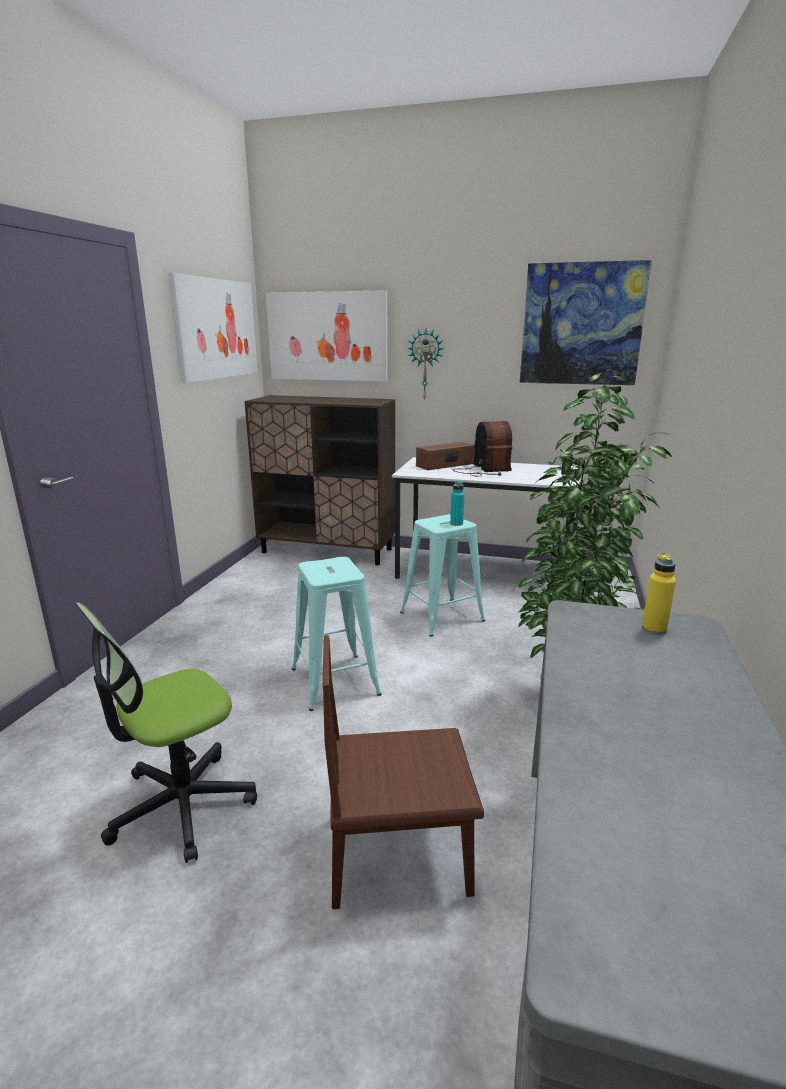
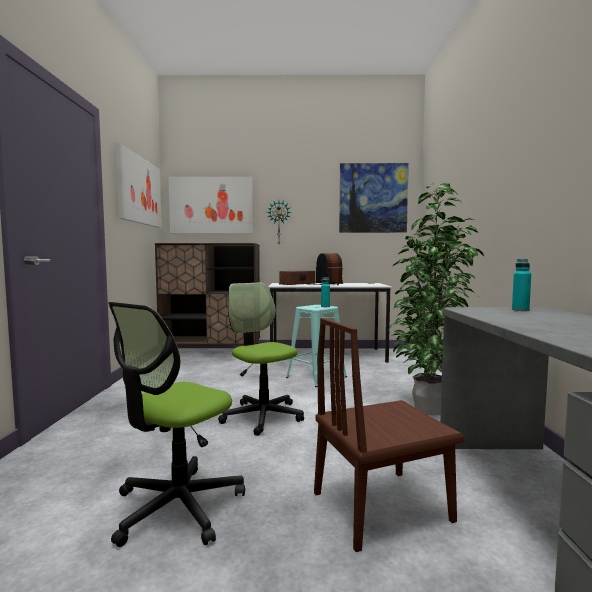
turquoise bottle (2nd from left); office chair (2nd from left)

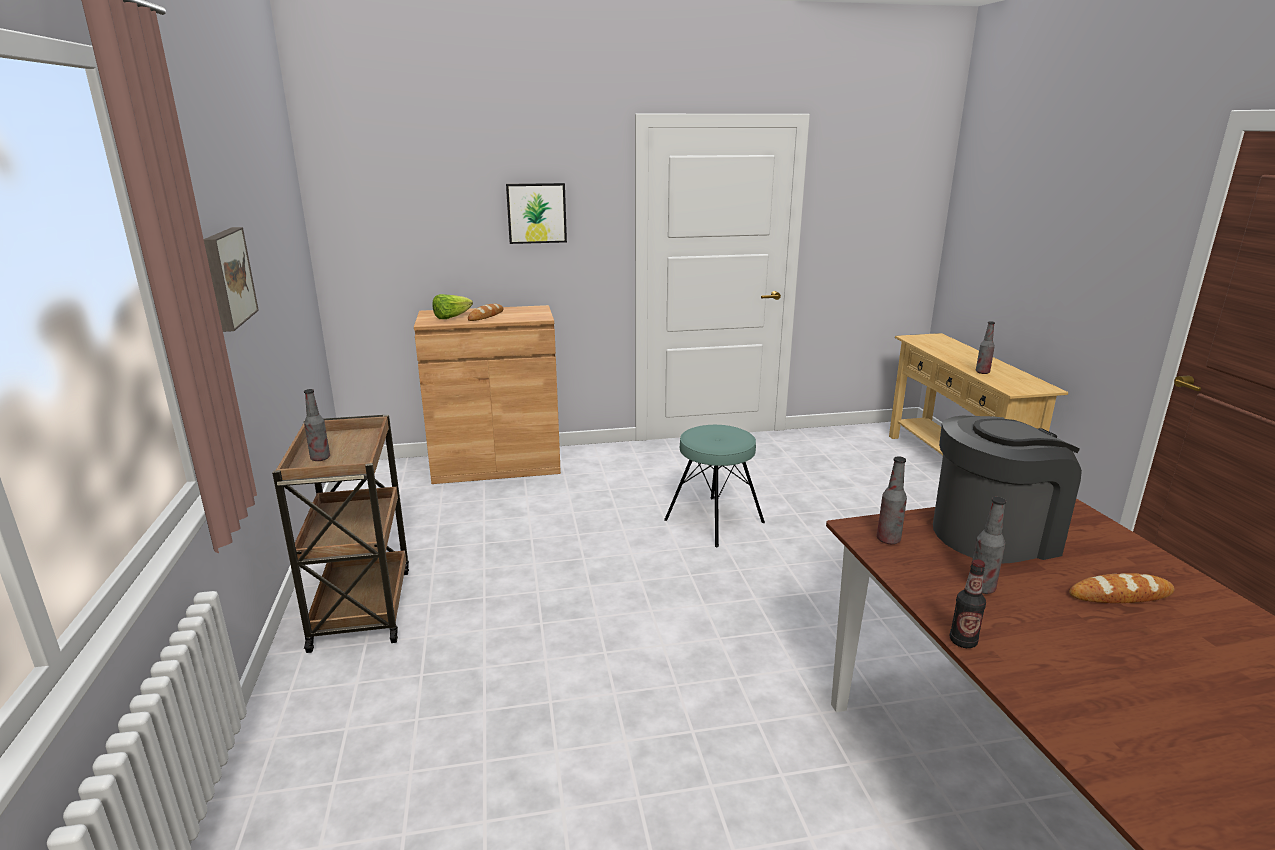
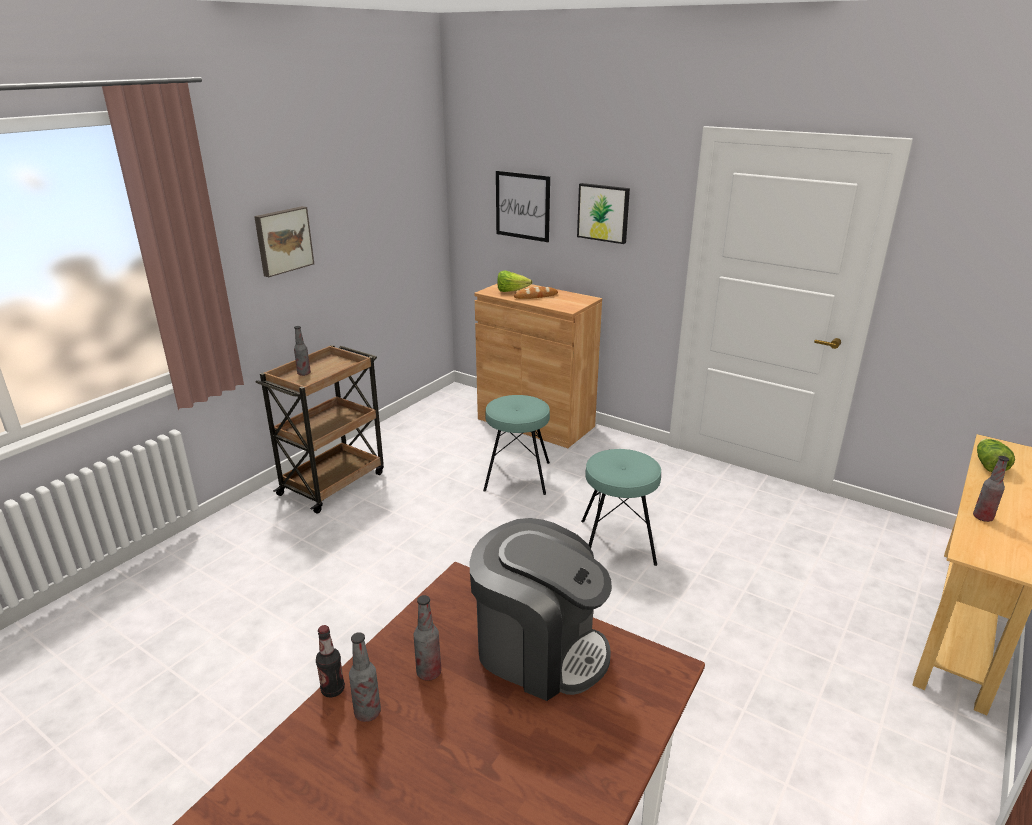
bottle (3rd from left); bread (2nd from left in the first image); picture (2nd from left); turquoise stool (1st from left); lettuce (2nd from left)

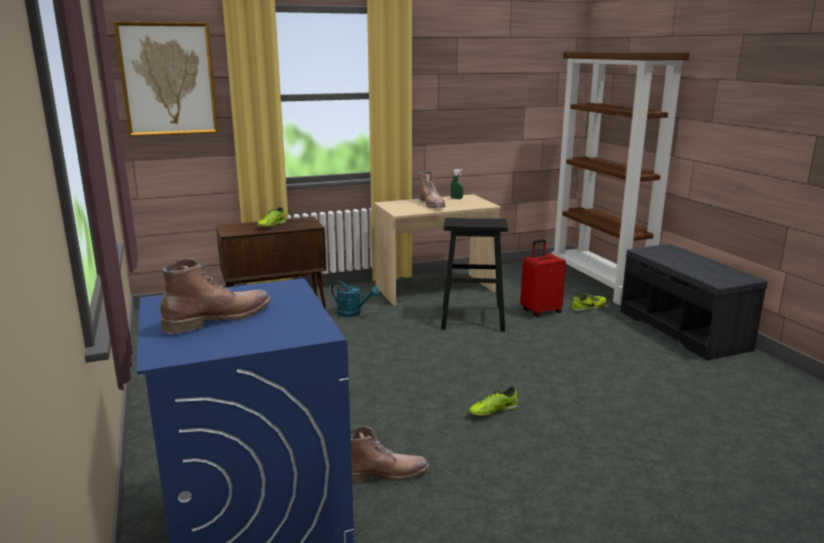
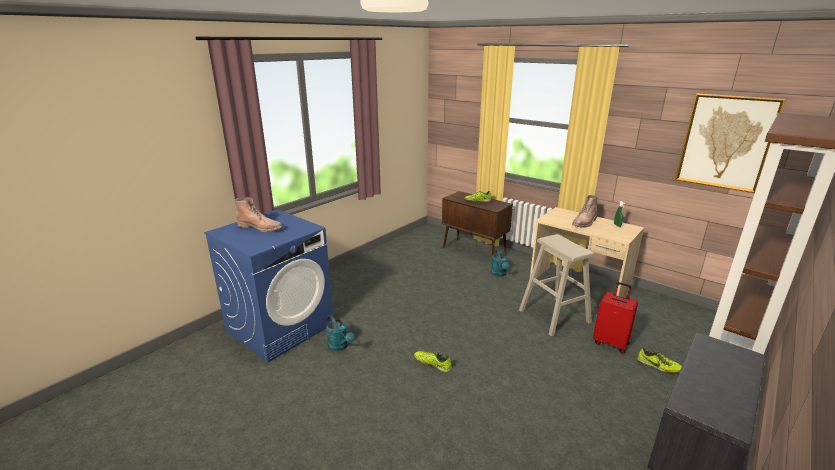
picture; beige stool; turquoise watering can (1st from left)

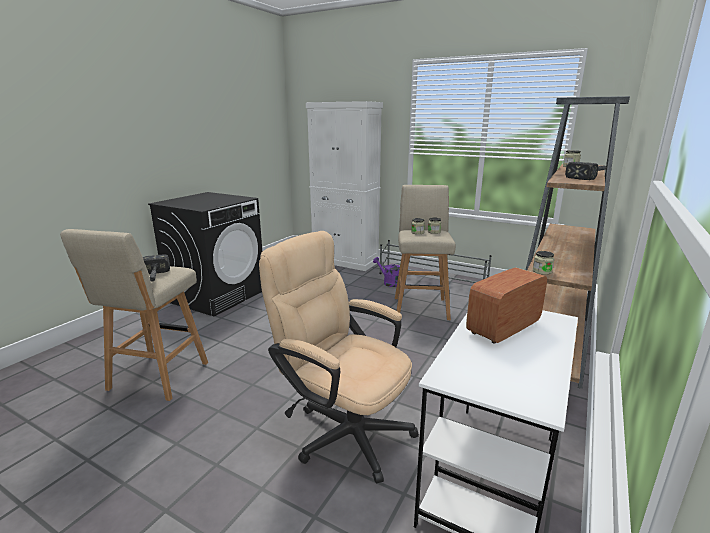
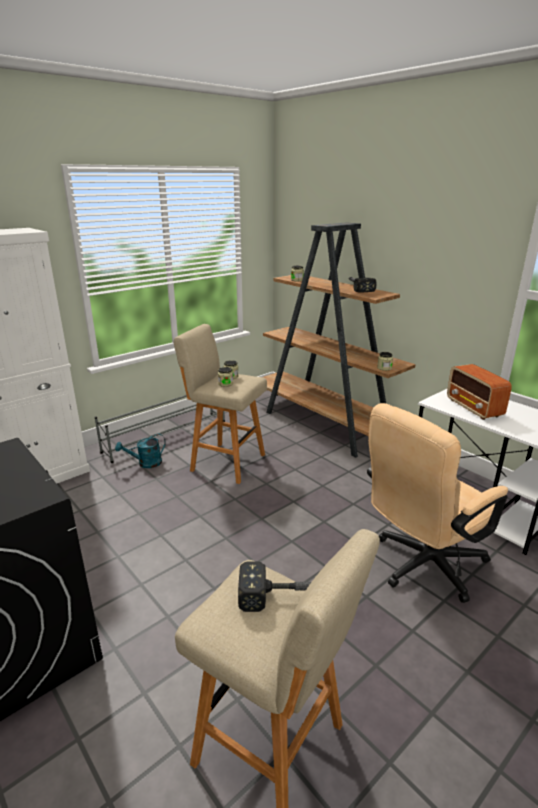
turquoise watering can

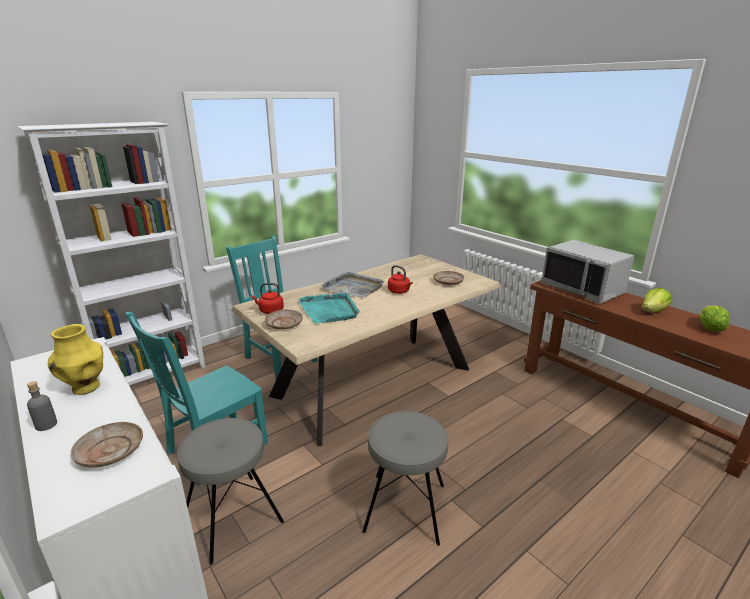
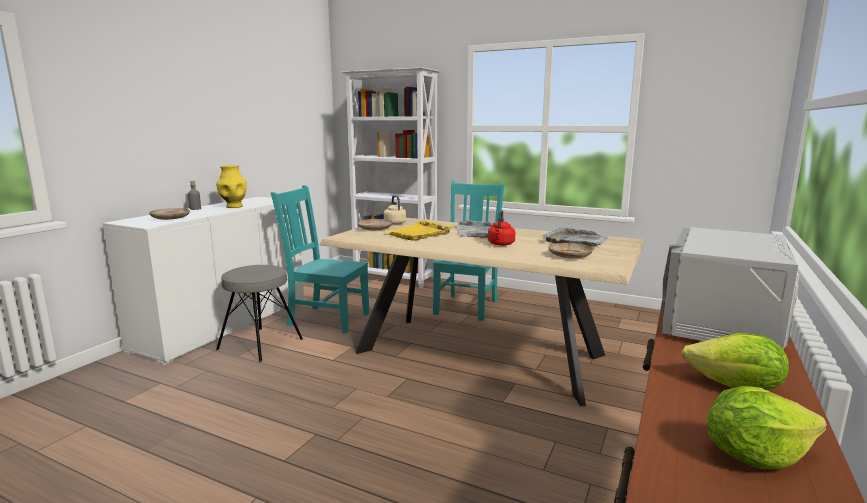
beige kettle; yellow tray; grey stool (2nd from left in the first image); grey tray (2nd from left)

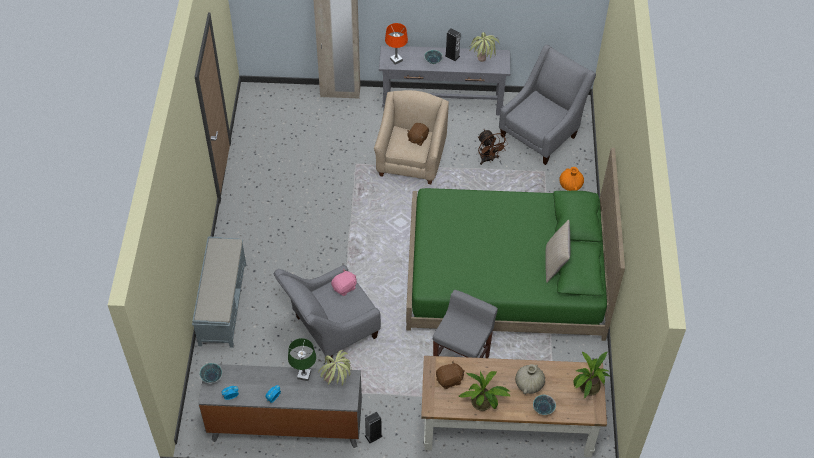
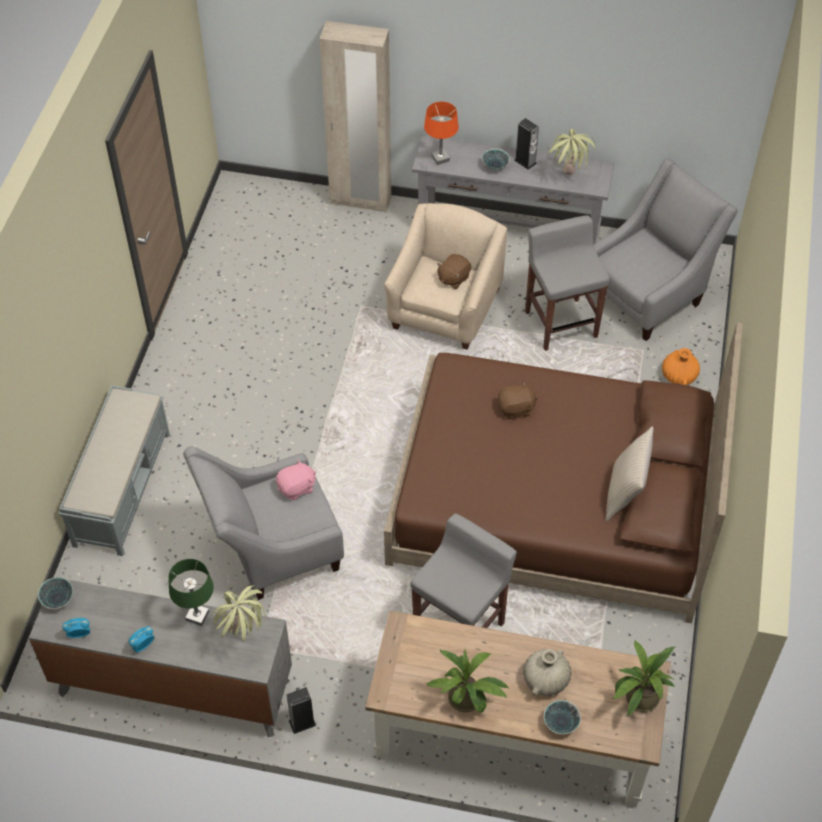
grey stool (2nd from left); brown bed; brown plush toy (2nd from left)

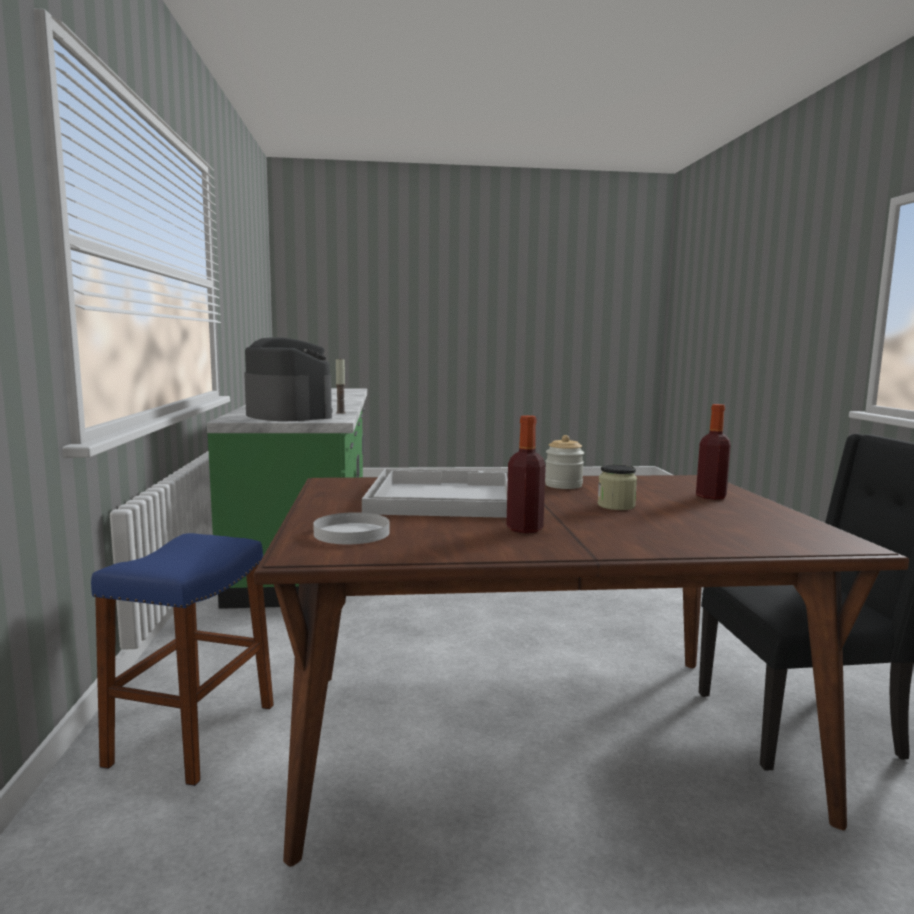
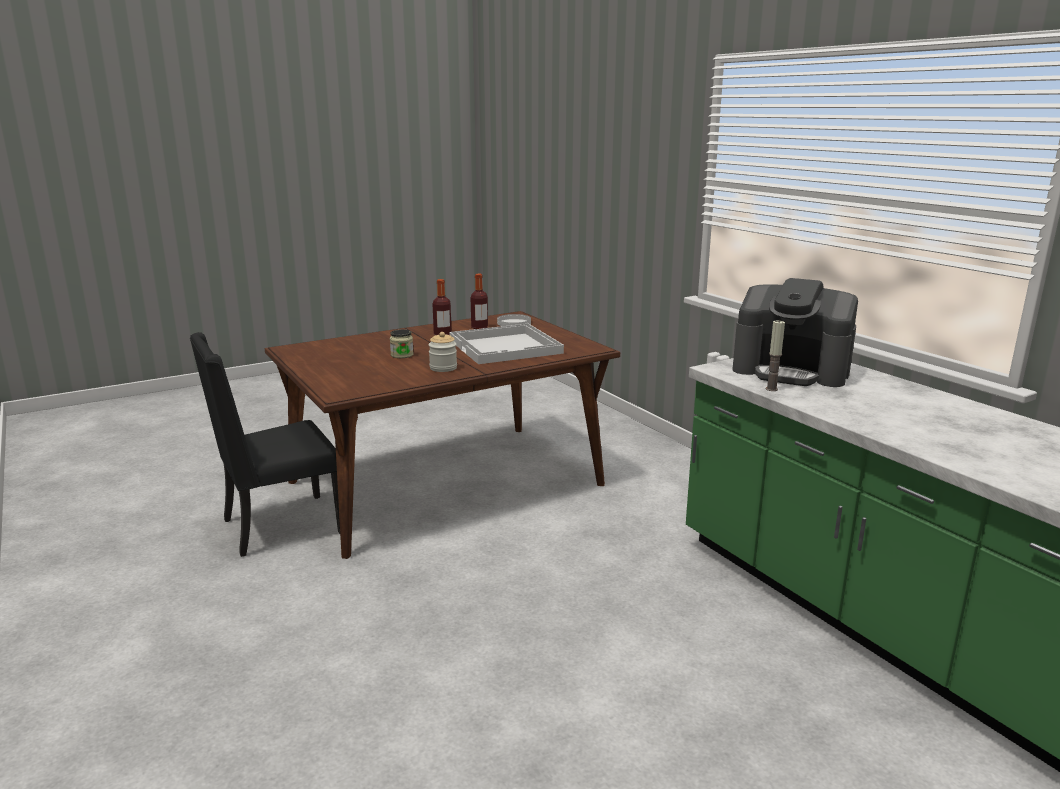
bottle (2nd from left); blue stool

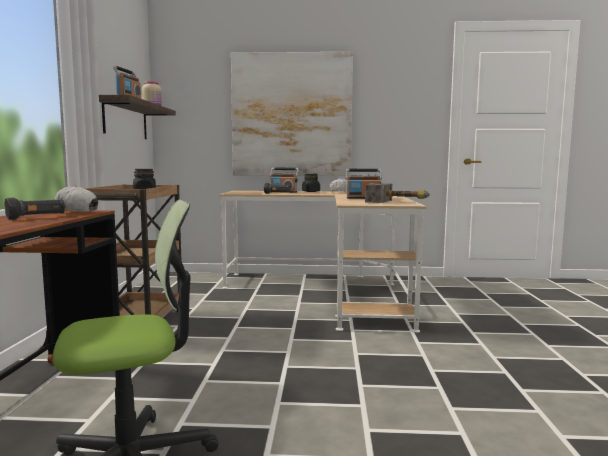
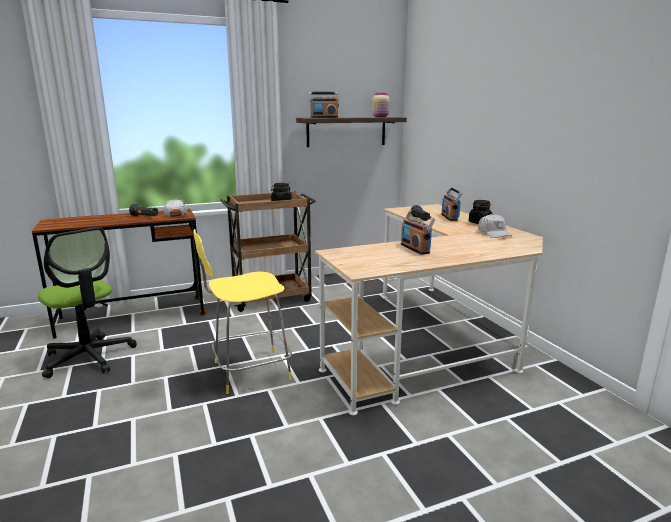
picture; hammer; yellow stool

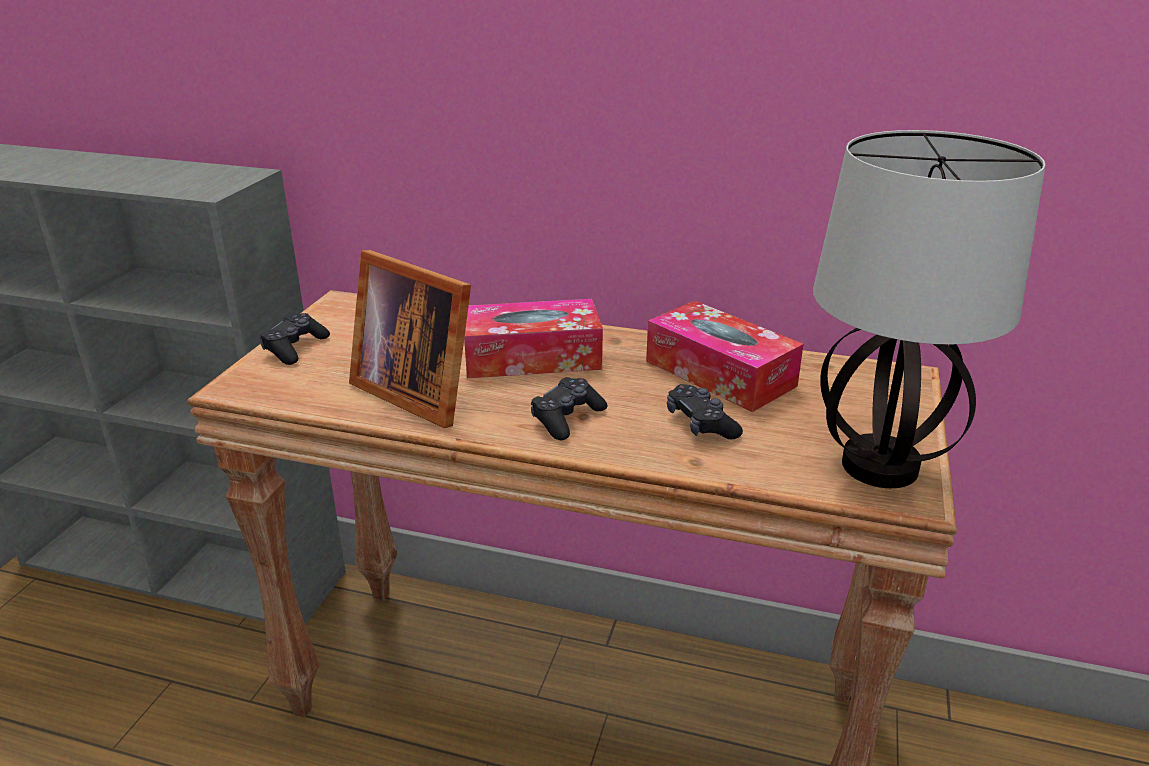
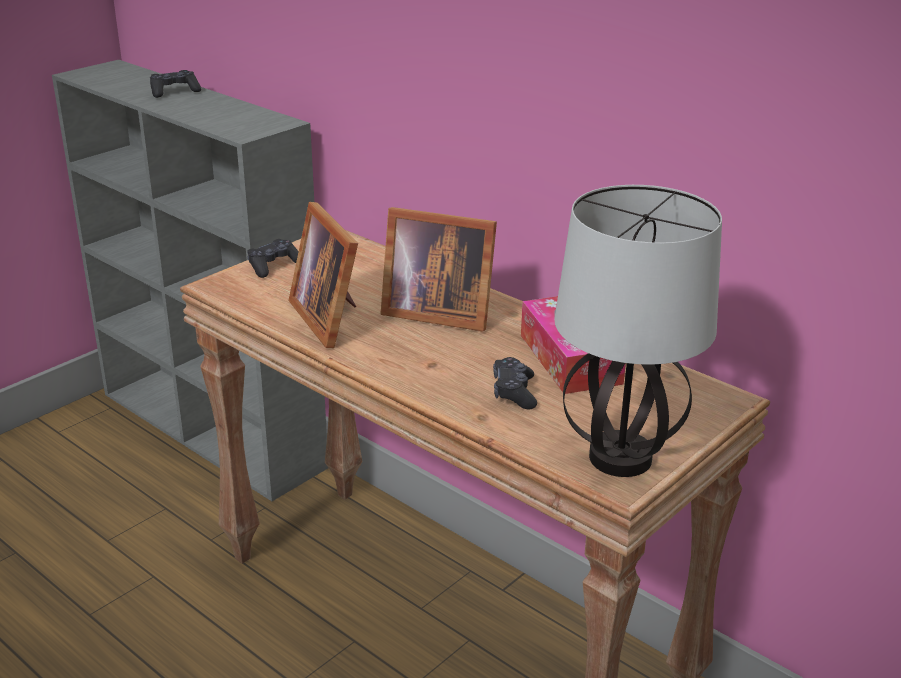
picture frame (2nd from left); black game controller (1st from left)

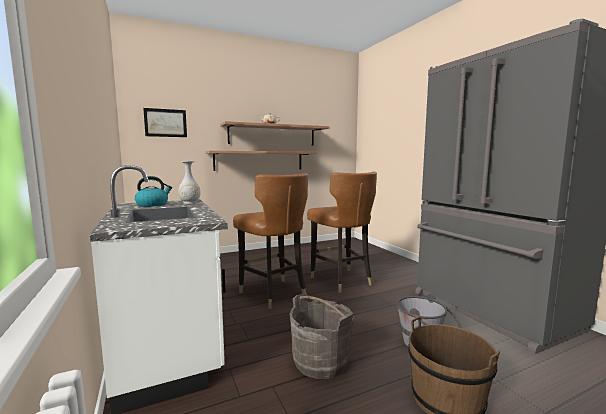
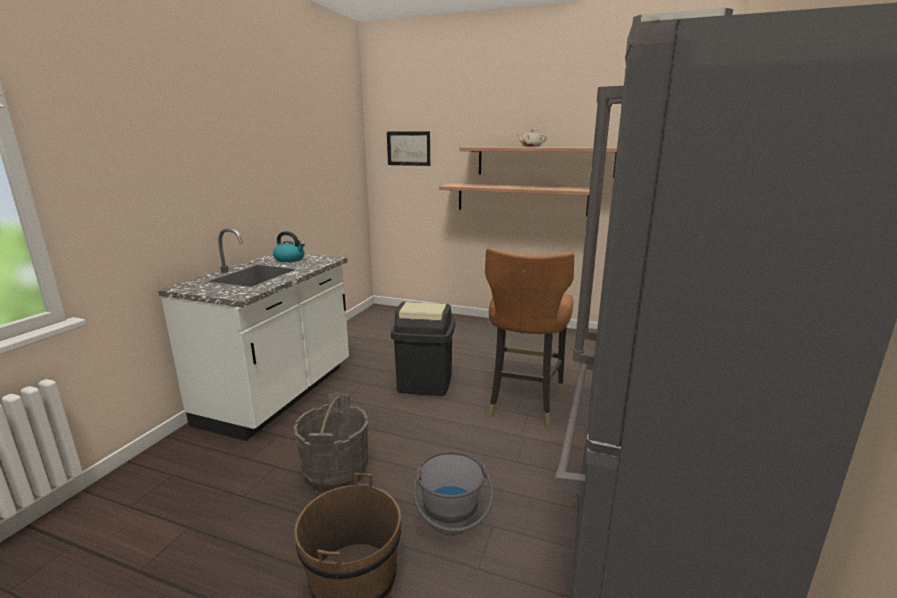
white vase; black trash can

